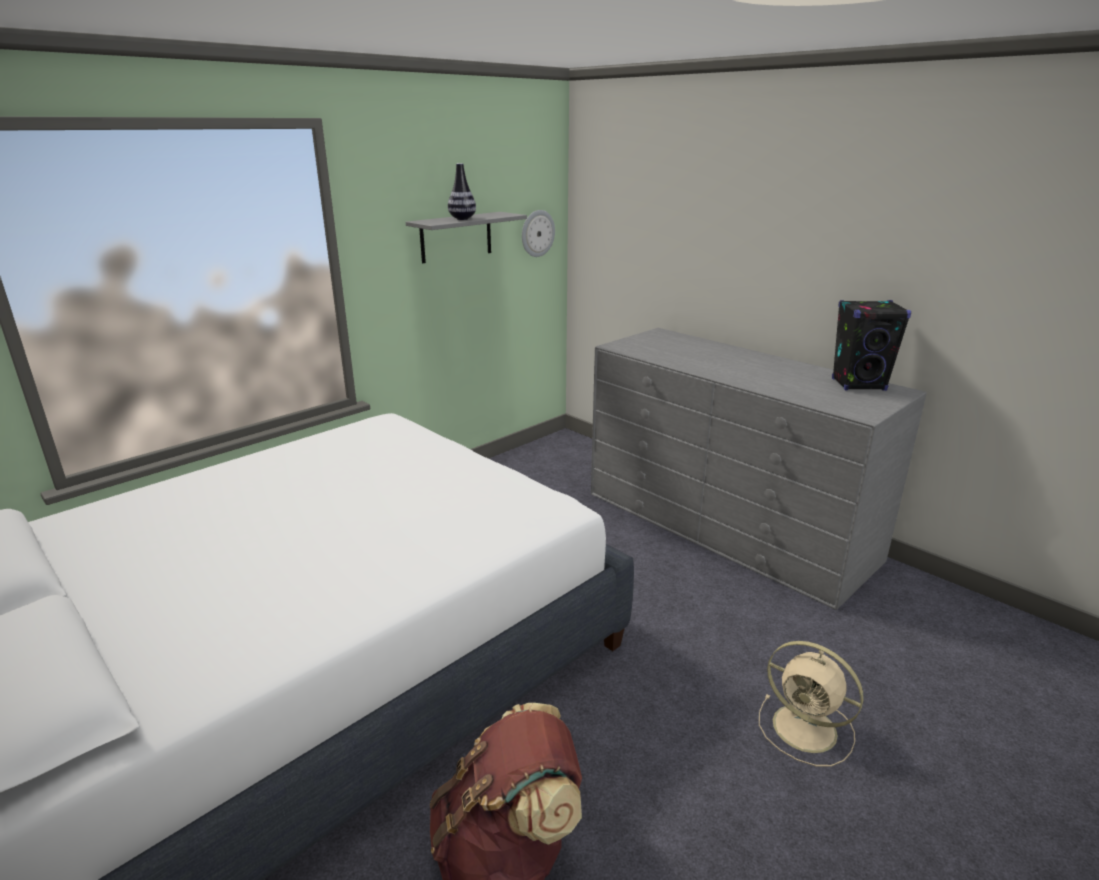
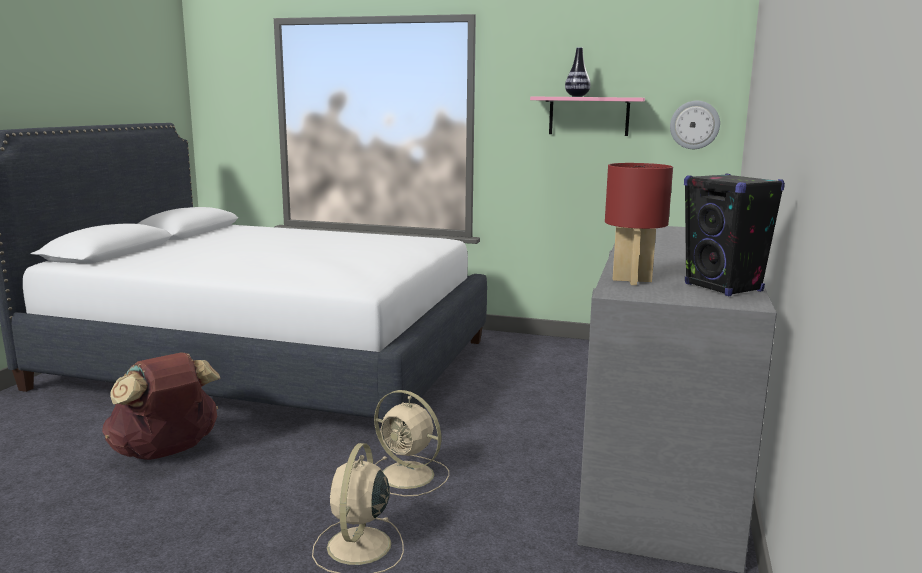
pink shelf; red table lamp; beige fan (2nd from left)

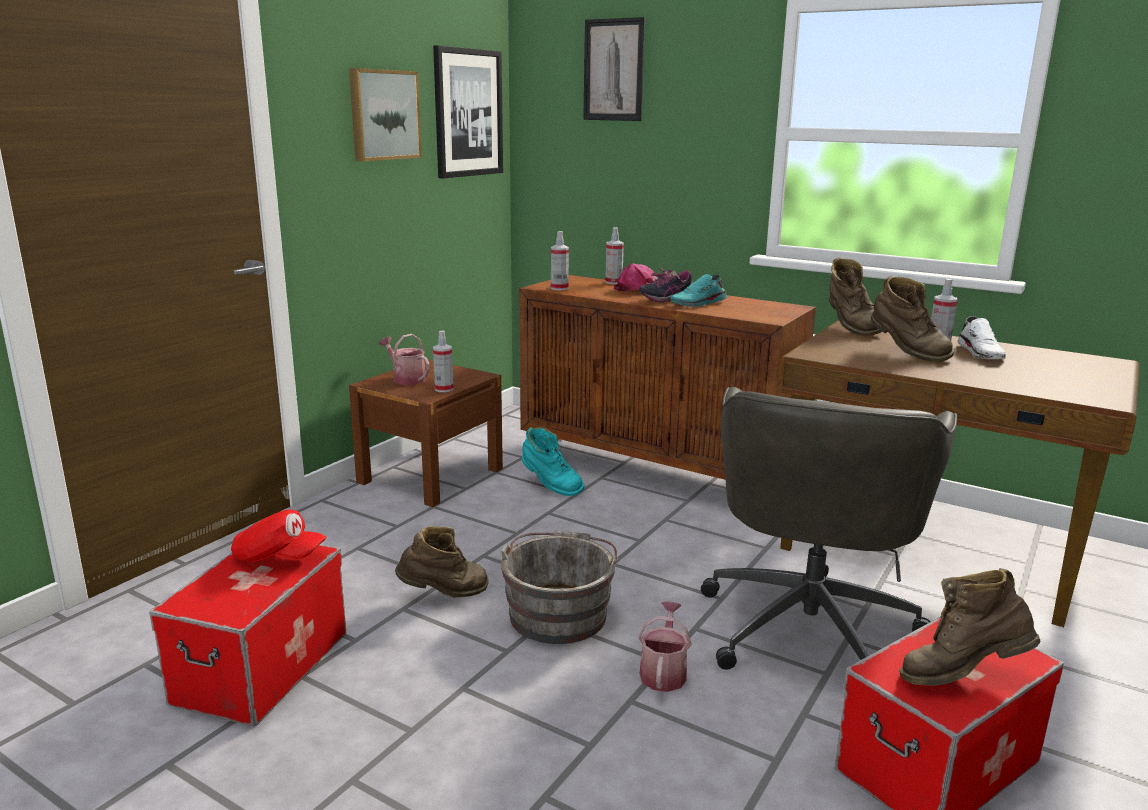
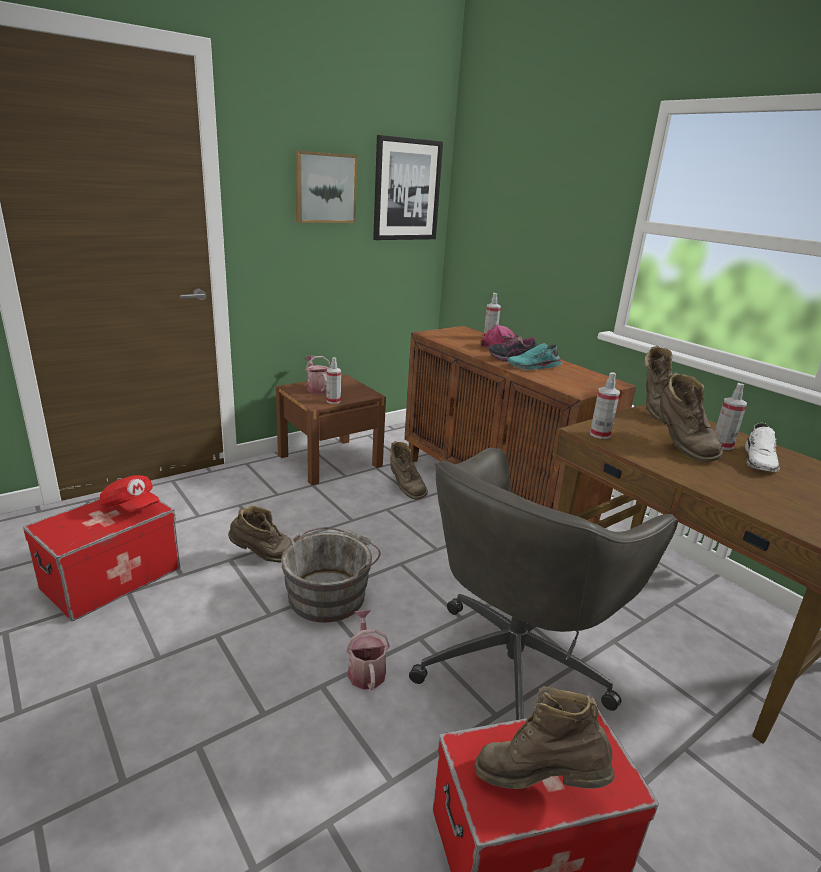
picture (3rd from left in the first image); spray bottle (3rd from left); brown boot (2nd from left); watering can (2nd from left)

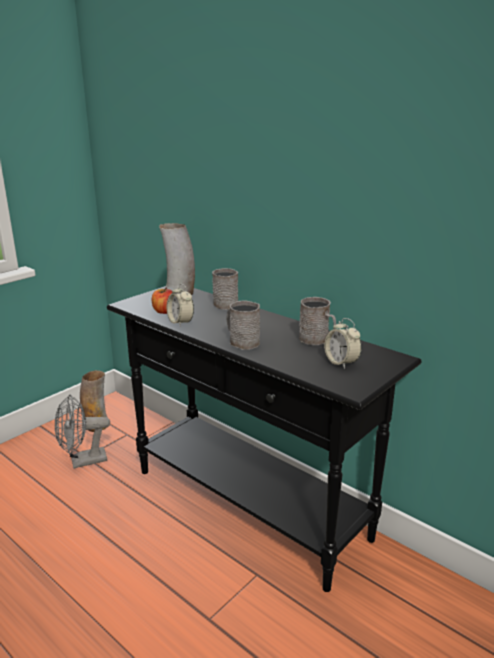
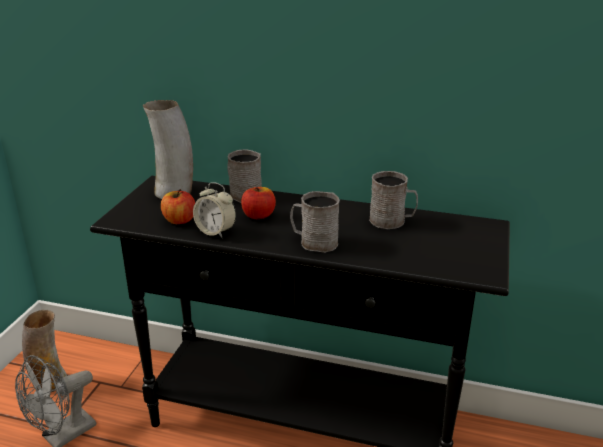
alarm clock (2nd from left in the first image); apple (2nd from left)

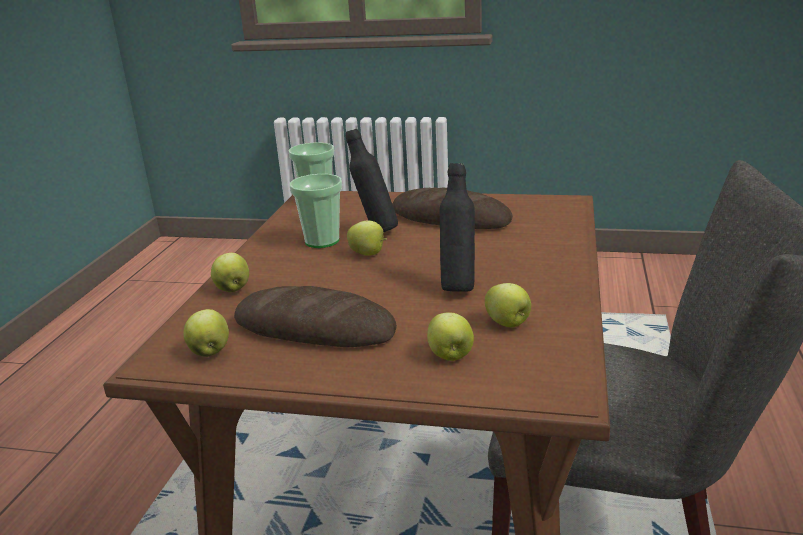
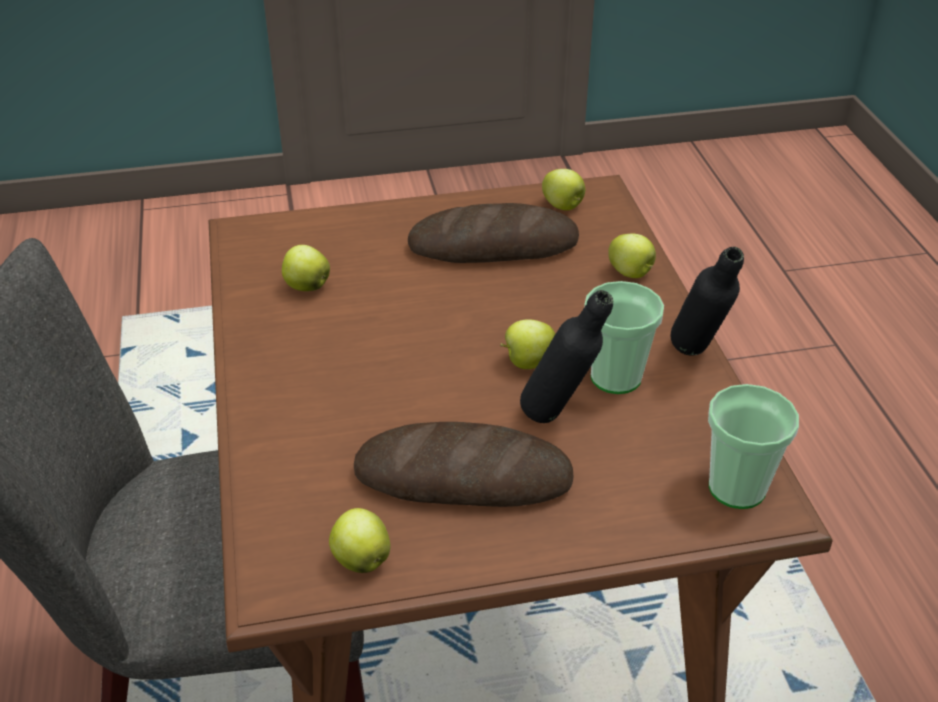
black bottle (2nd from left); apple (2nd from left)

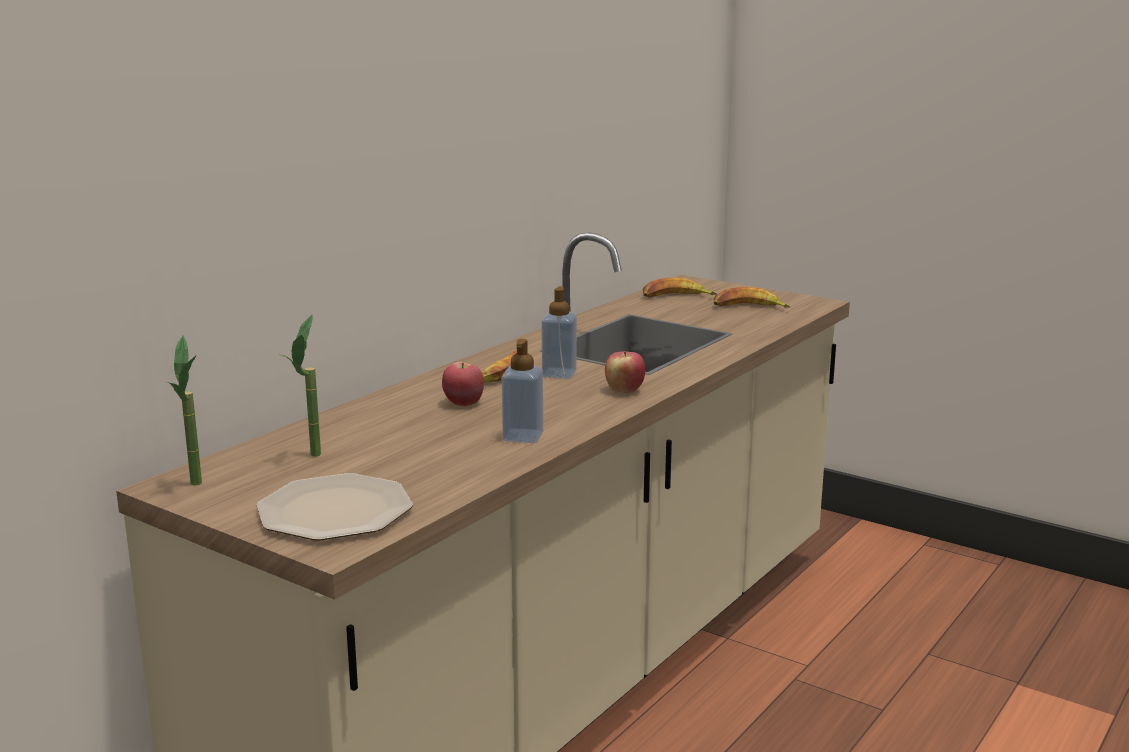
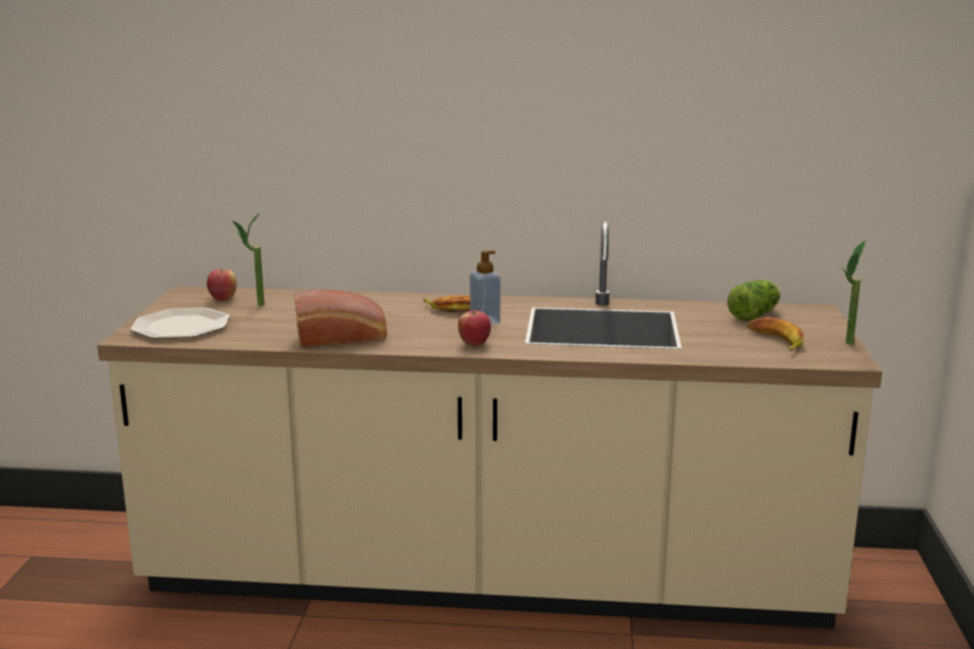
lettuce; potted plant (2nd from left); bread; apple (1st from left)

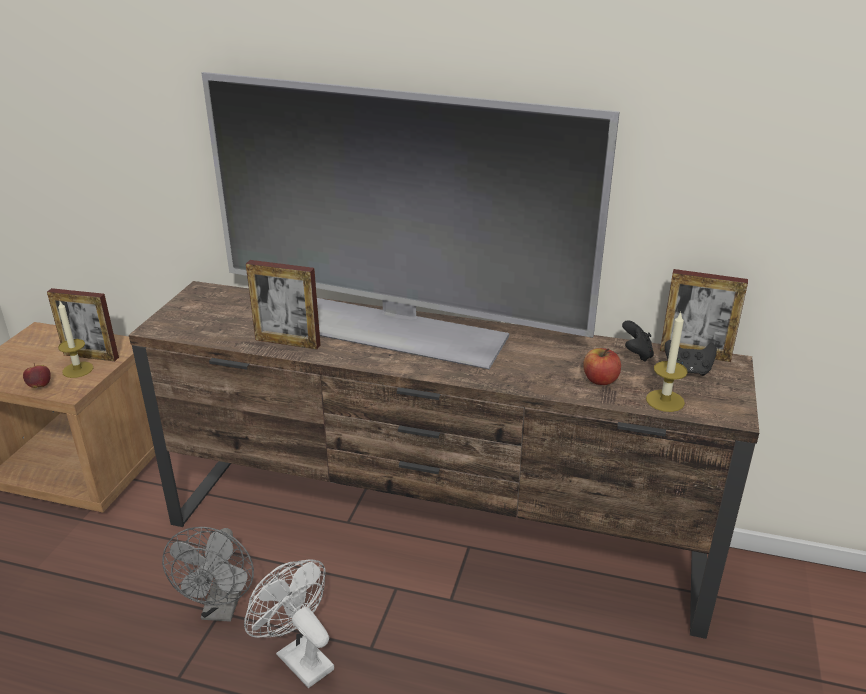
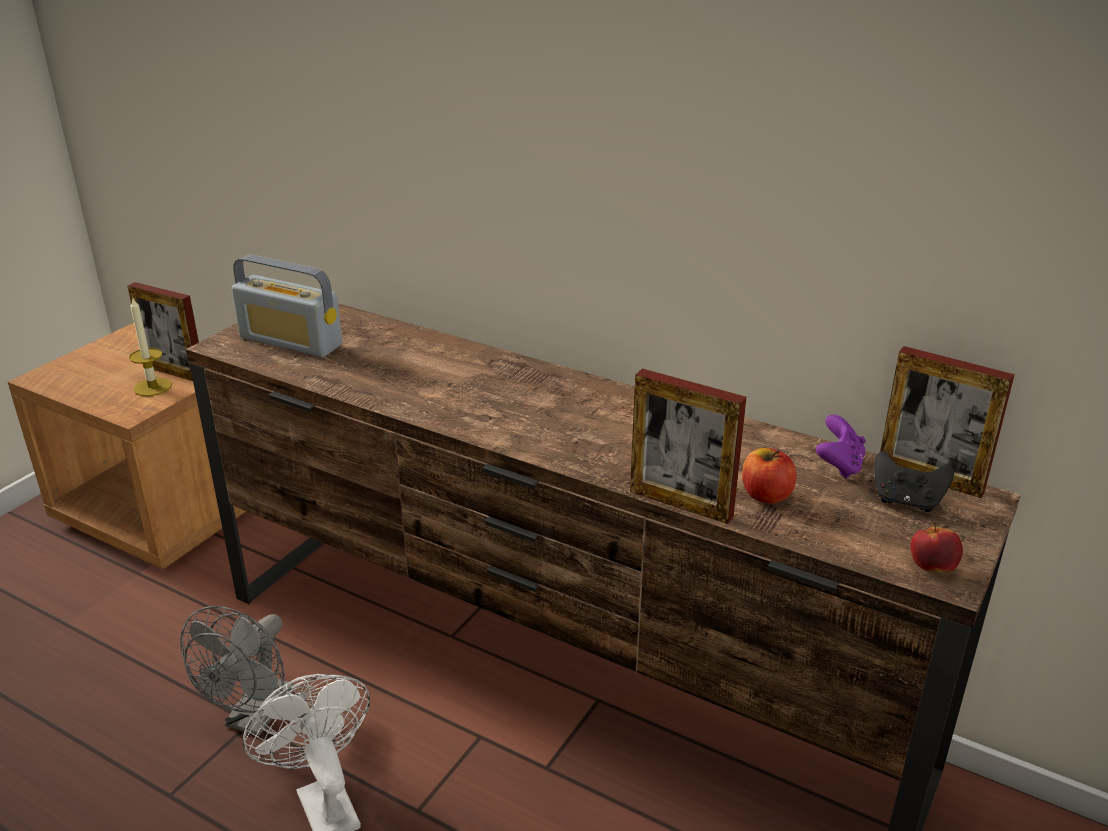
television; picture frame (2nd from left); candle (2nd from left in the first image); purple game controller; apple (2nd from left); radio

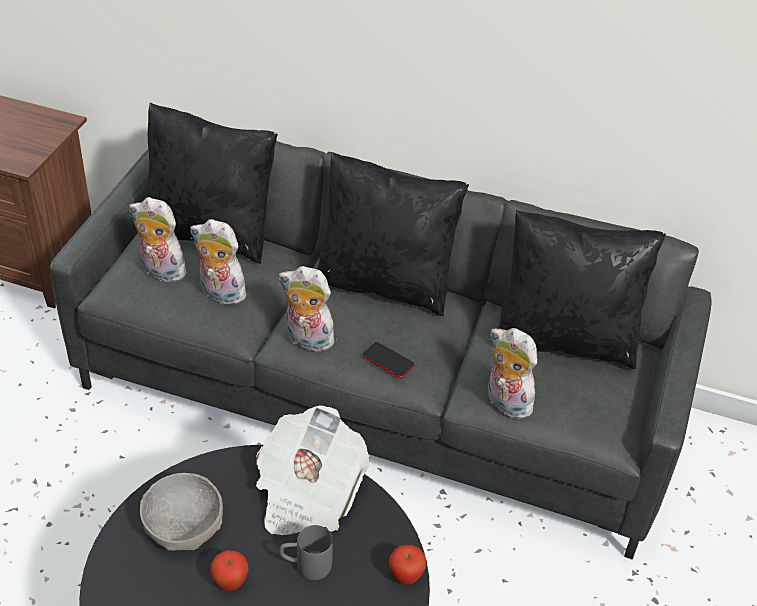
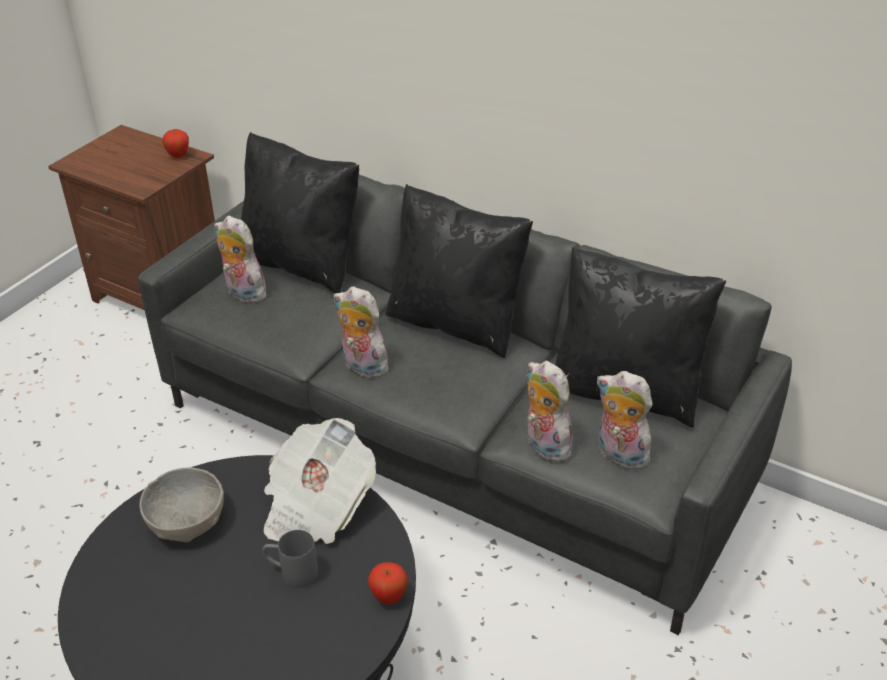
plush toy (4th from left); phone; apple (1st from left)

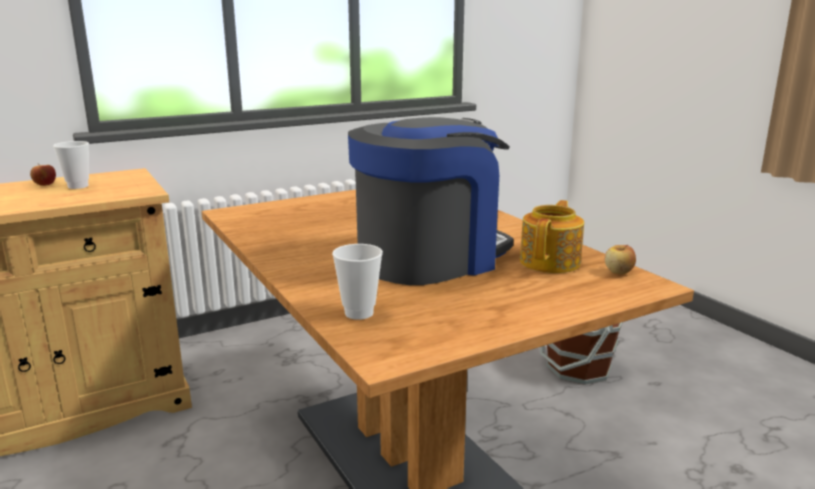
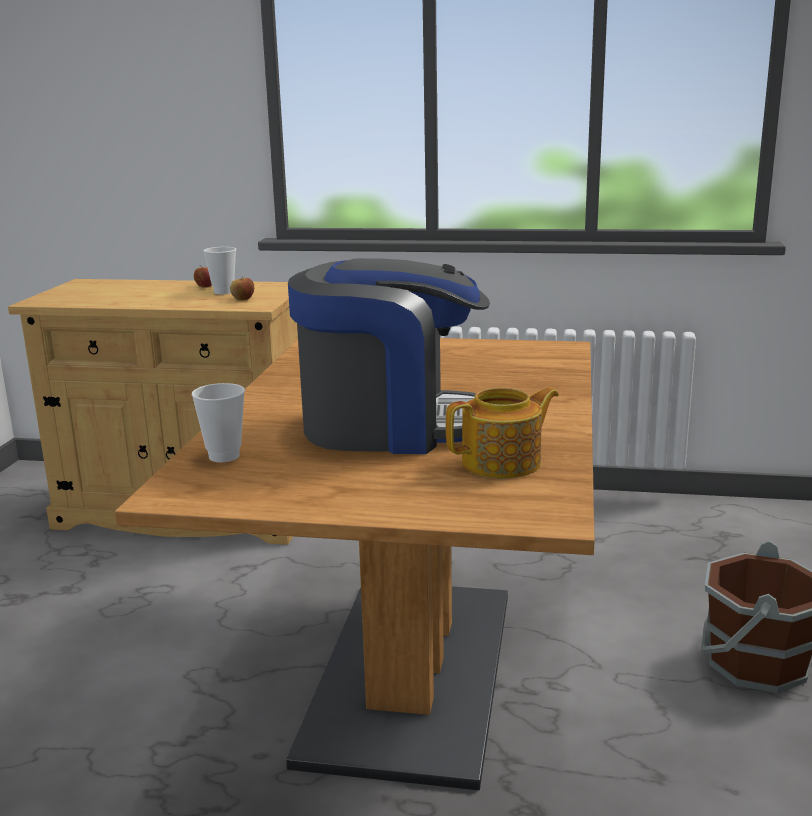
apple (2nd from left)

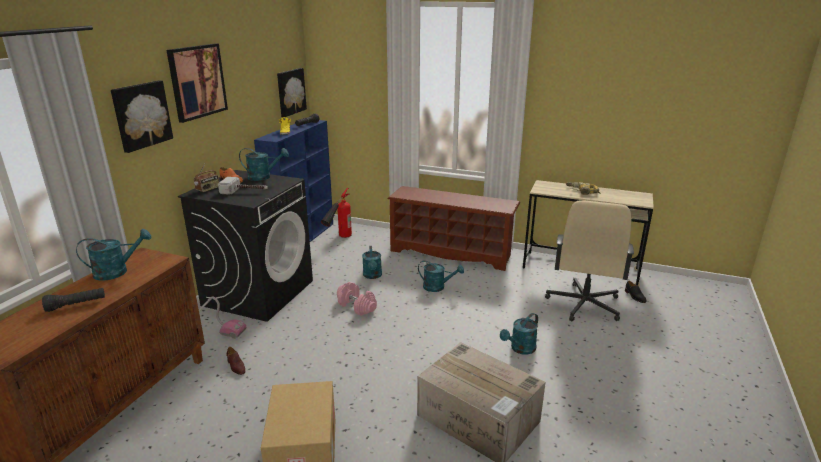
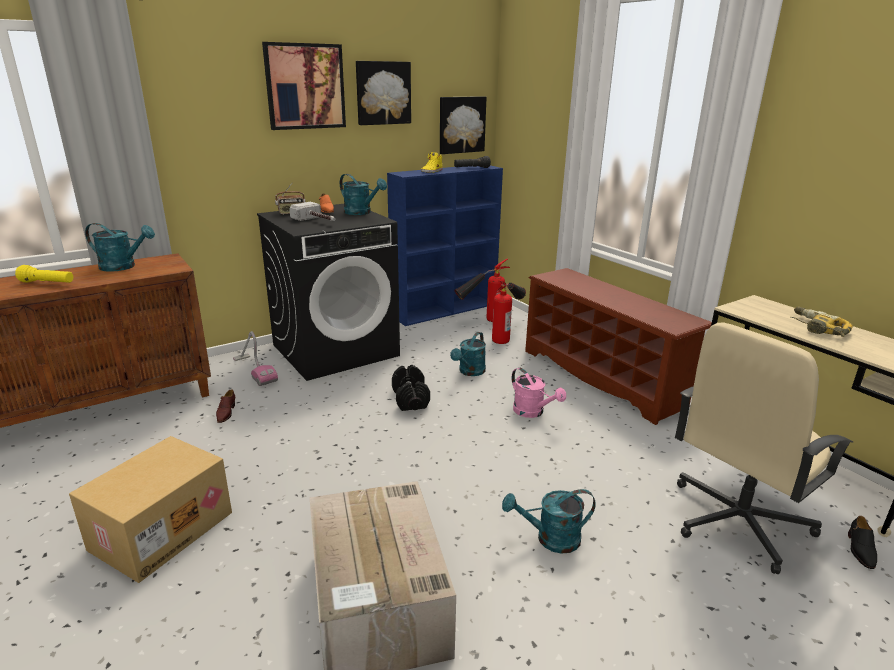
picture (2nd from left); pink watering can; black dumbbell; yellow flashlight; fire extinguisher (2nd from left)

